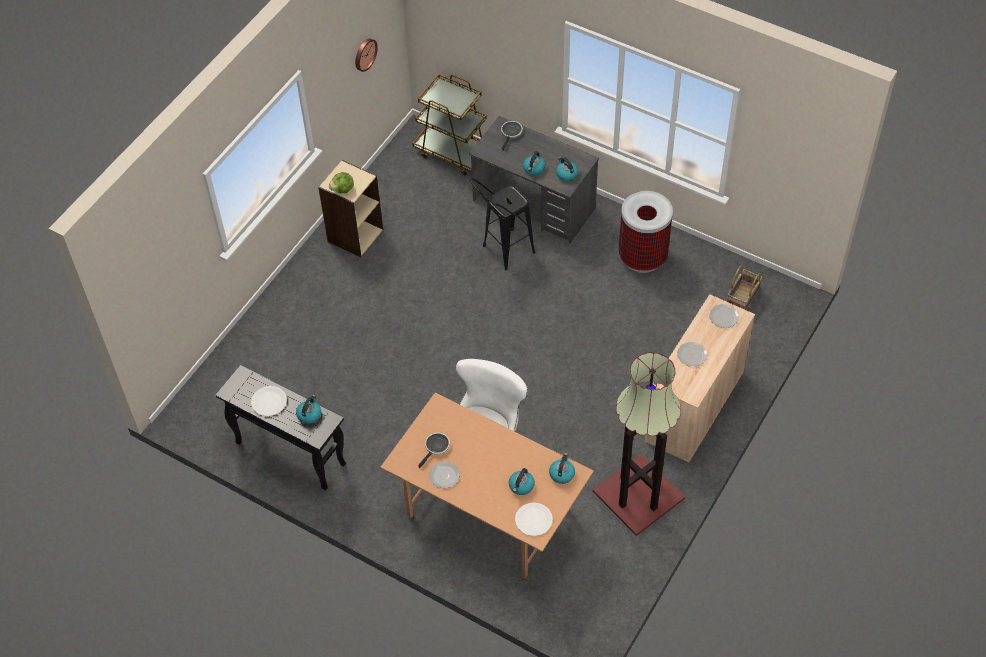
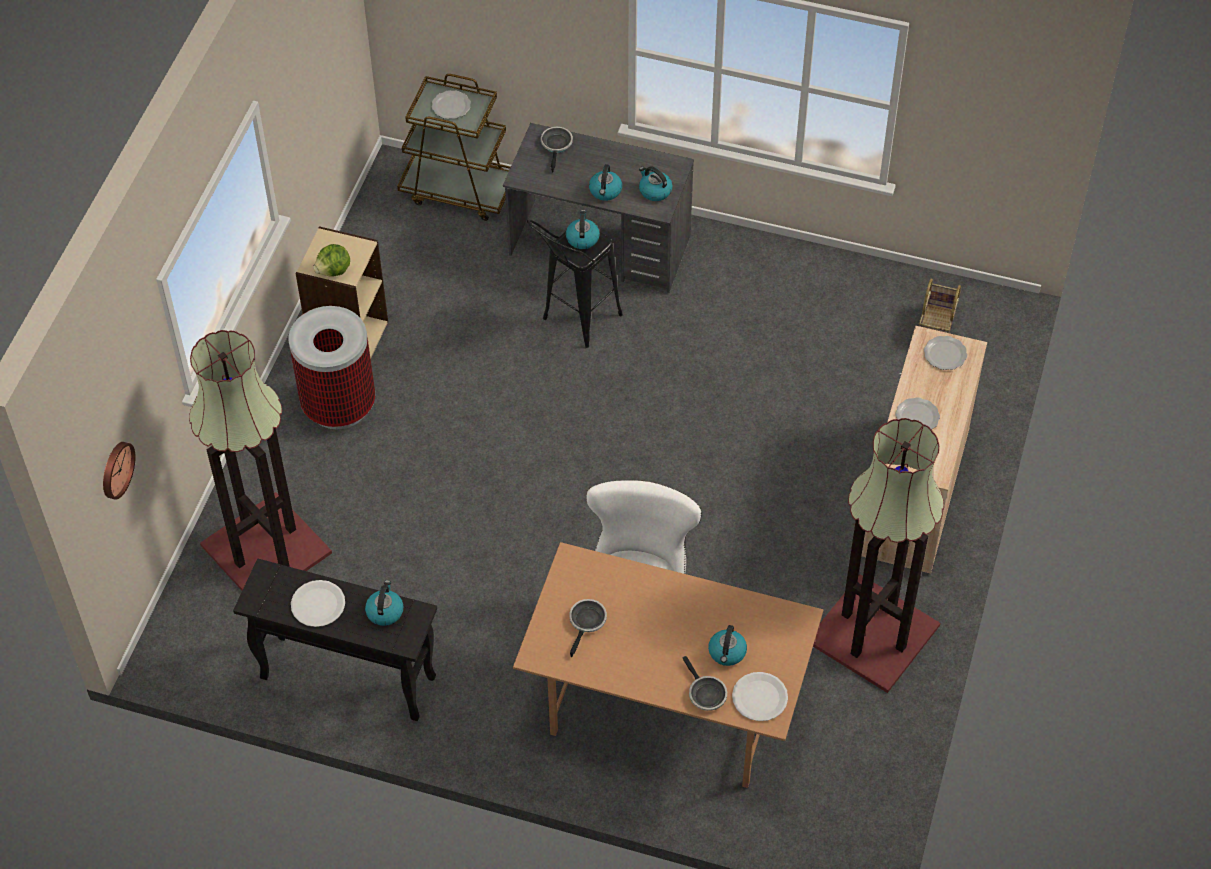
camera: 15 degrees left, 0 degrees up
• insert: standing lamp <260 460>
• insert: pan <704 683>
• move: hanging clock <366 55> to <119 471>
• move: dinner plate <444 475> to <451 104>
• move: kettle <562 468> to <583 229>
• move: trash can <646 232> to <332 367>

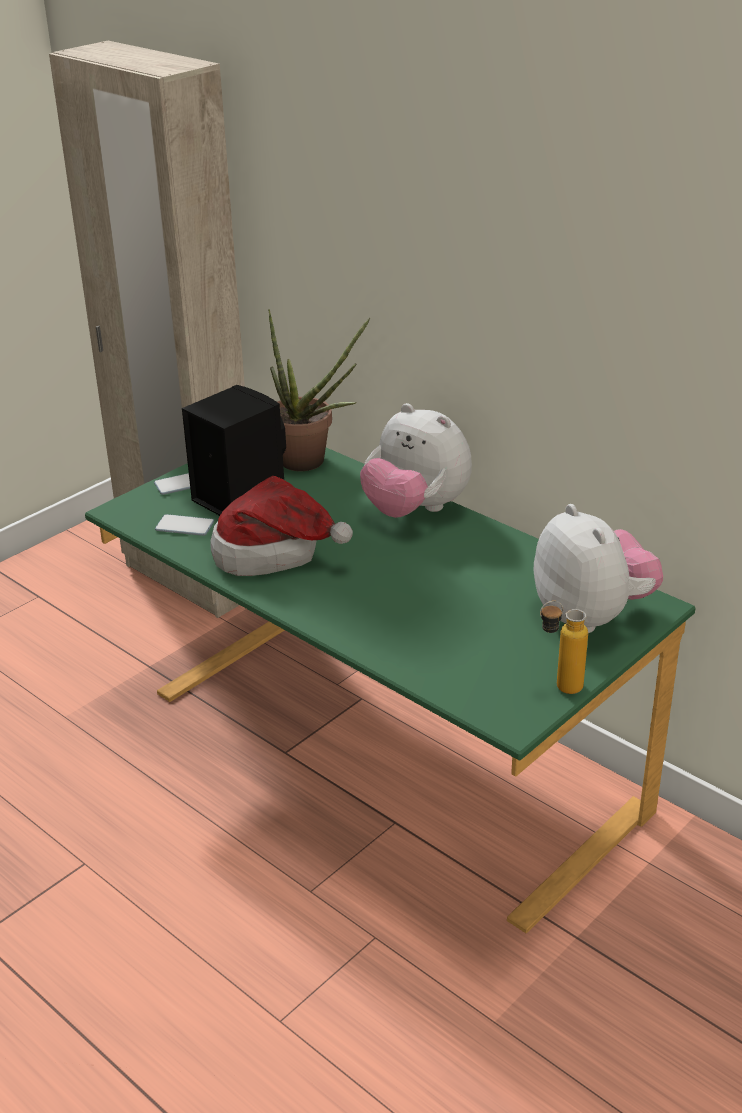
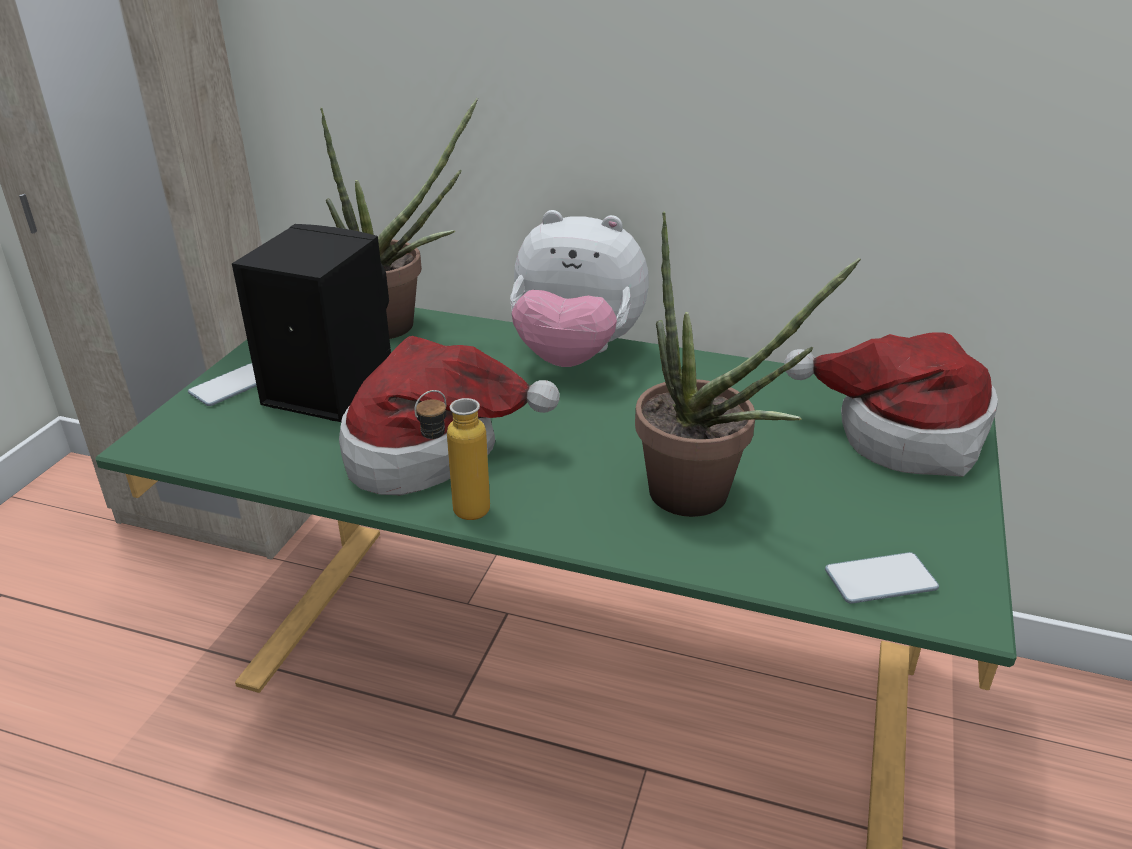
camera: 25 degrees left, 0 degrees up
• insert: houseplant <748 364>
• move: handset <184 525> to <882 578>
• move: bottle <564 647> to <452 455>
• replace: soft toy <598 568> to hat <891 404>

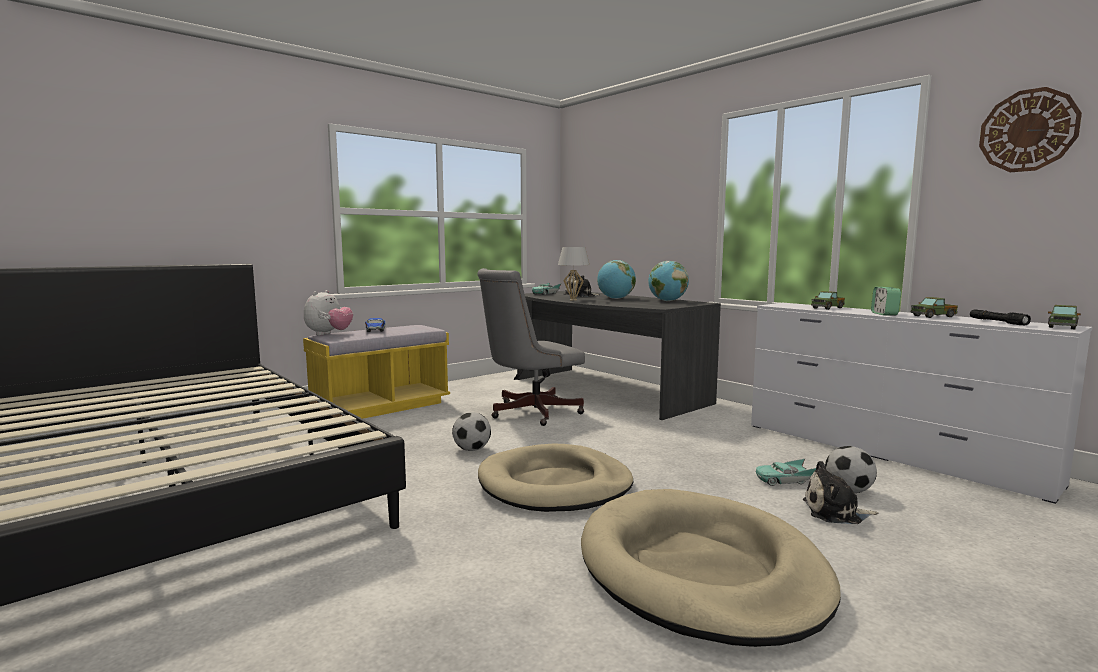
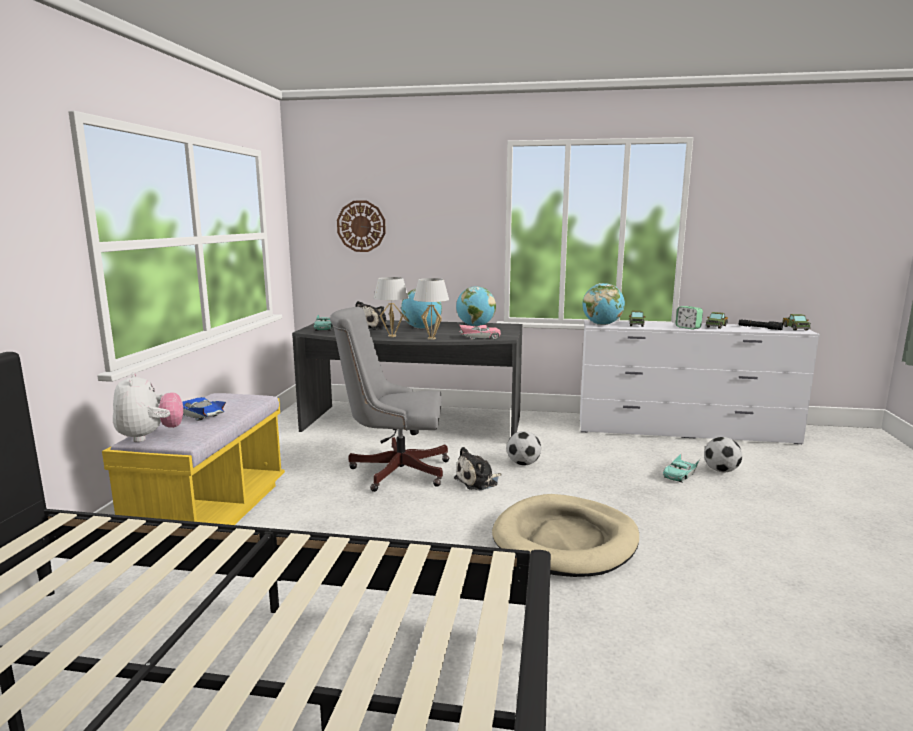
camera: 40 degrees left, 5 degrees up
• delete: dog cushion (sand-coloured) <711 568>
• insert: lamp for a table (white) <431 309>
• insert: toy car (pinkish) <480 332>
• insert: globe <604 304>
• move: ball for football <471 431> to <524 448>
• move: soft toy <840 492> to <478 469>
• move: hanging clock <1030 129> to <361 226>
• rotate: office chair (gray) <531 347> = <389 399> 75 degrees clockwise

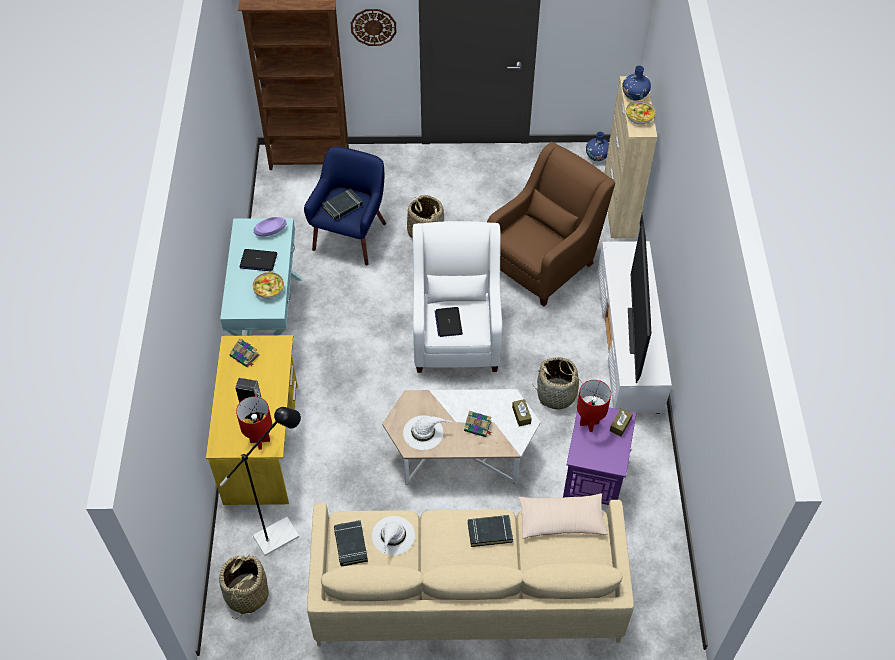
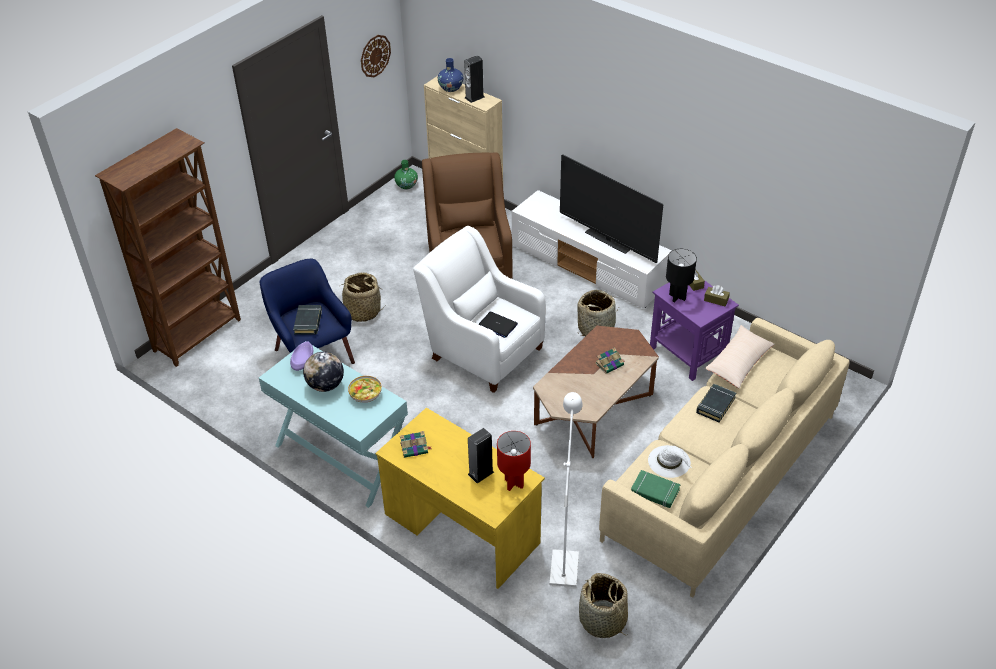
camera: 50 degrees left, 10 degrees down
• delete: hat (white) <427 432>
• move: hanging clock <374 27> to <376 56>
• move: tissue box (brown) <522 412> to <717 295>
• replace: laptop <258 260> to globe <323 372>
• replace: serving bowl <641 113> to audio speaker <474 79>
• recolor: standing lamp (black) <260 481> to standing lamp (white) <566 489>
• recolor: volume (black) <351 543> to volume (green) <655 489>
• recolor: lounge table (white) <461 437> to lounge table (brown) <596 392>
• recolor: lamp for a table (reddish) <594 406> to lamp for a table (black) <681 275>
• recolor: decorative vase (bluish) <597 146> to decorative vase (green) <406 175>

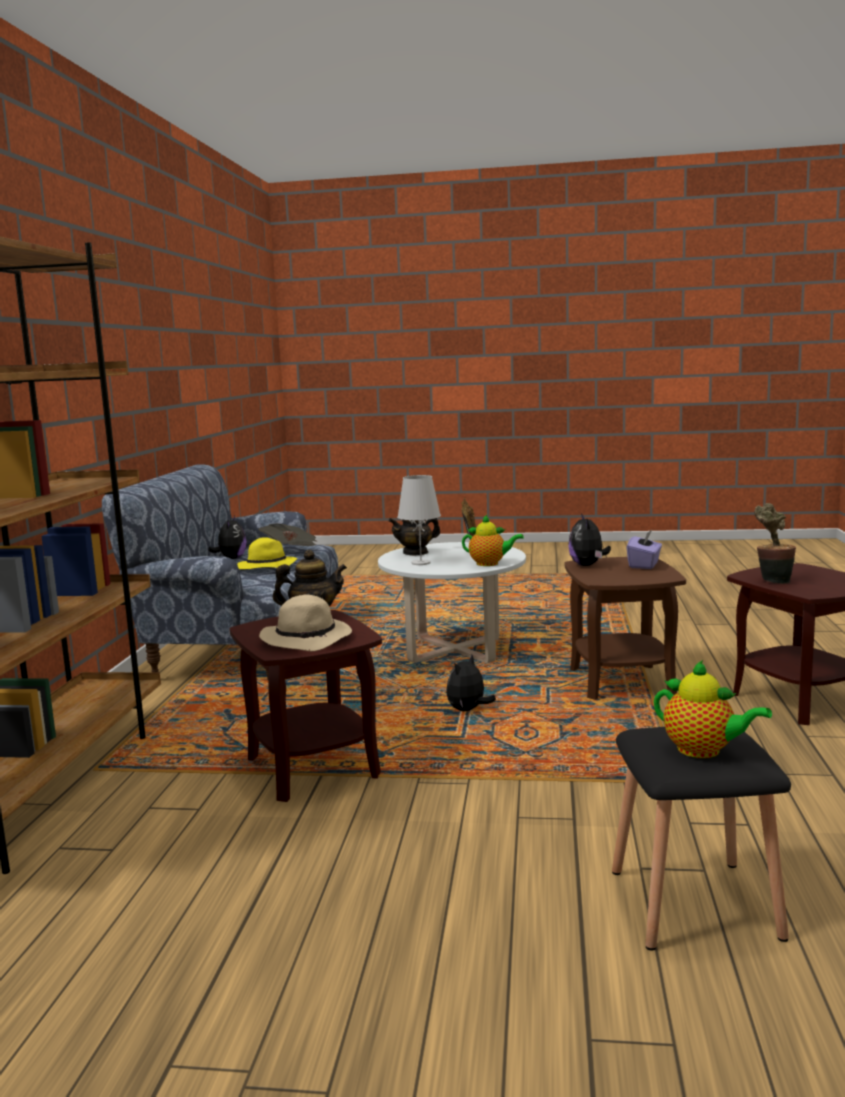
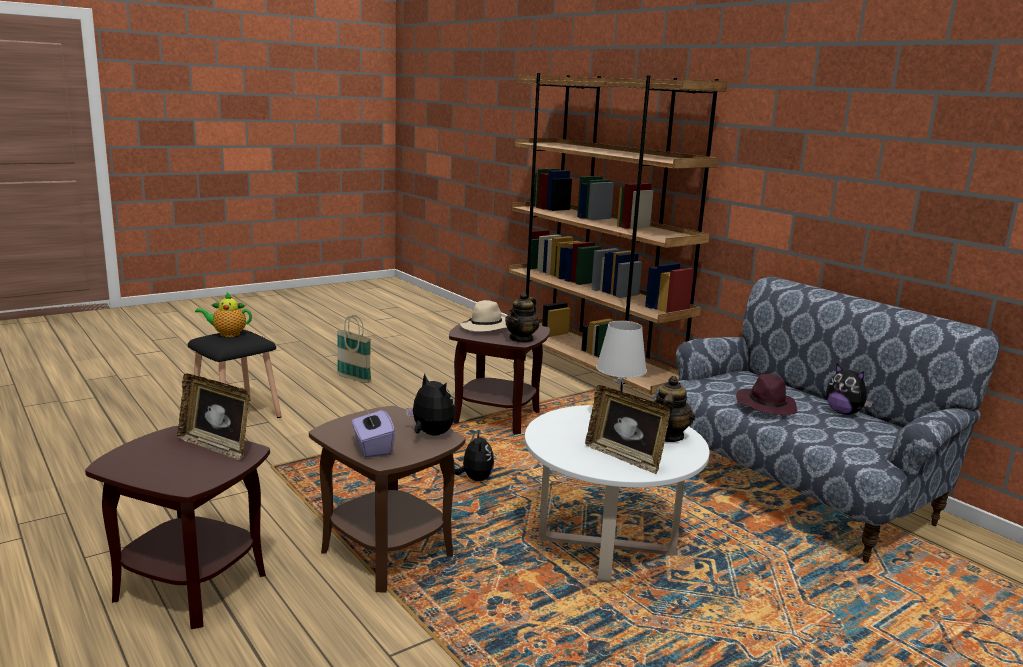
camera: 135 degrees right, 5 degrees up
• delete: daily paper <287 535>
• delete: tea pot <493 540>
• insert: household basket <354 349>
• replace: houseplant <775 543> to standing frame <213 417>
• recolor: hat (yellowish) <267 553> to hat (purple) <767 394>

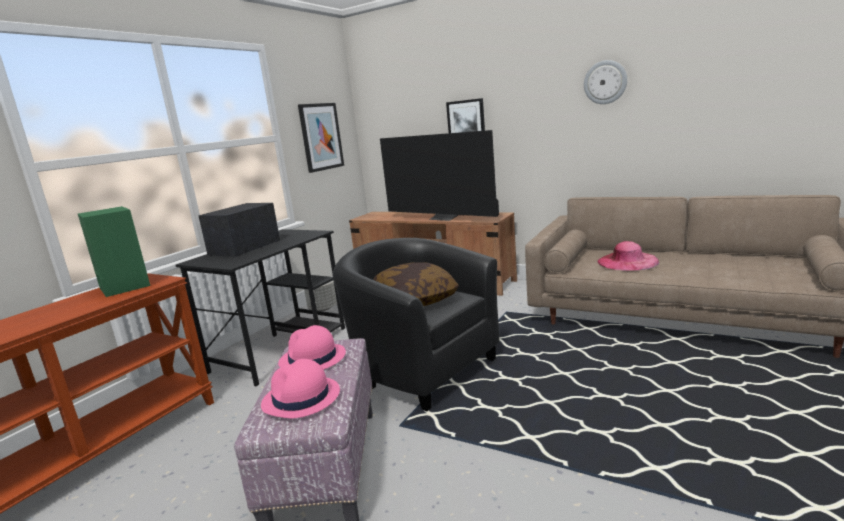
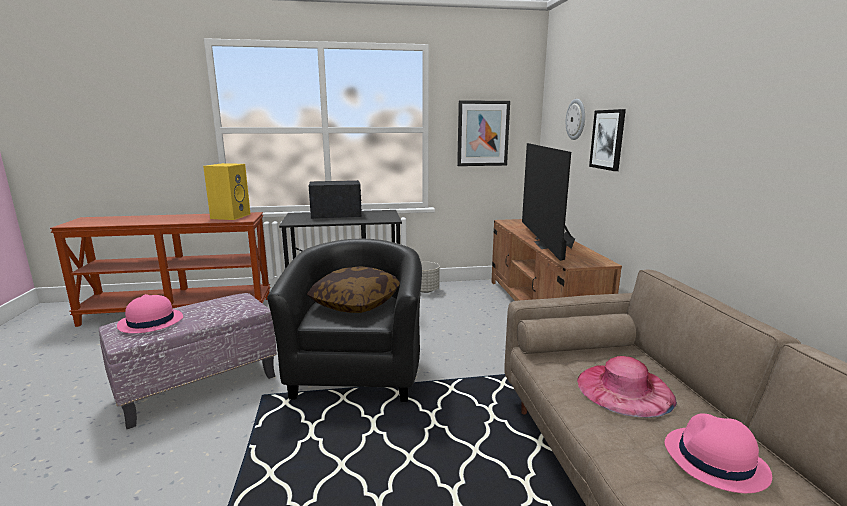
camera: 50 degrees right, 0 degrees up
• move: hat (pinkish) <312 347> to <718 453>
• move: hanging clock <605 82> to <575 119>
• recolor: audio speaker (green) <114 251> to audio speaker (yellowish) <227 191>

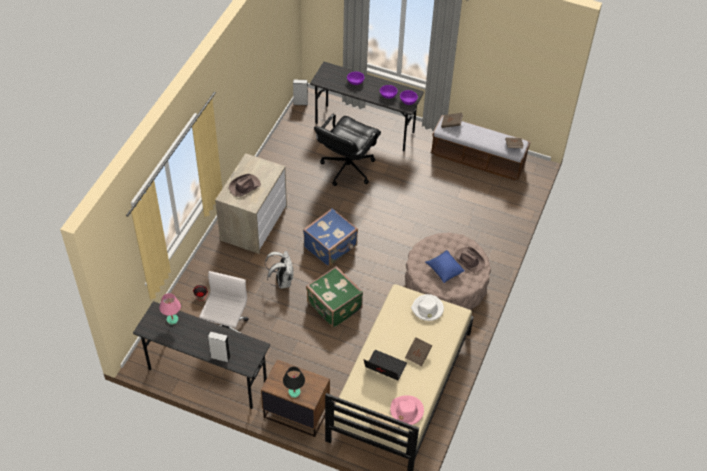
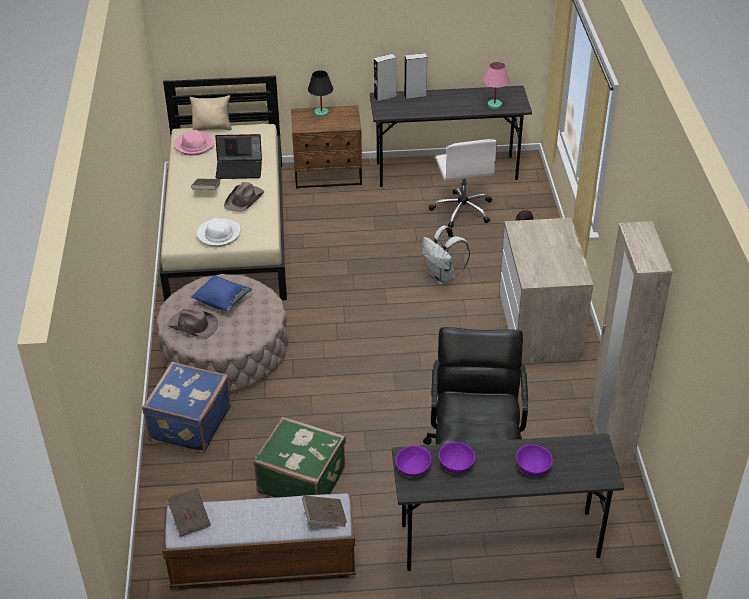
camera: 155 degrees right, 10 degrees down
• insert: wardrobe (sand-coloured) <631 343>
• move: hat (brown) <245 185> to <244 197>
• move: audio speaker (gray) <300 92> to <385 78>
• move: piece of luggage (bluish) <330 237> to <186 407>
• move: piece of luggage (green) <334 297> to <299 457>

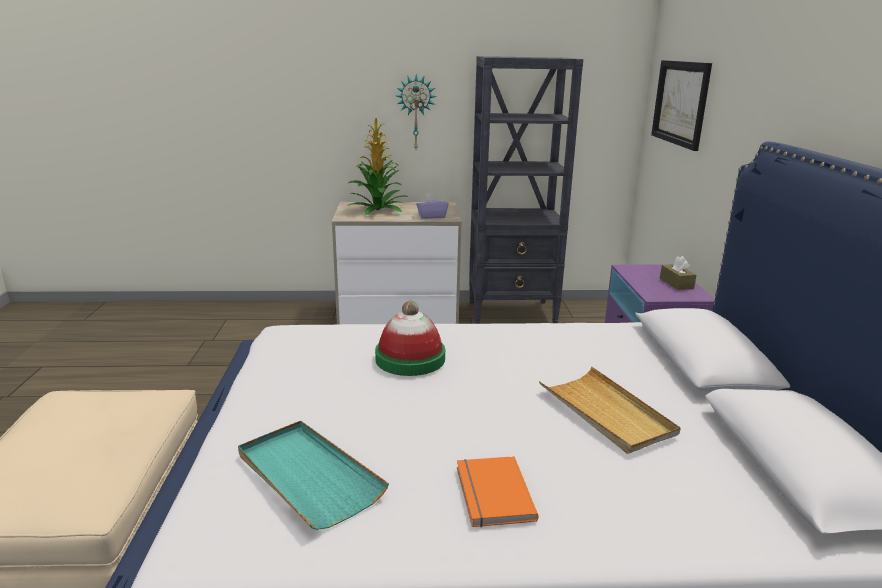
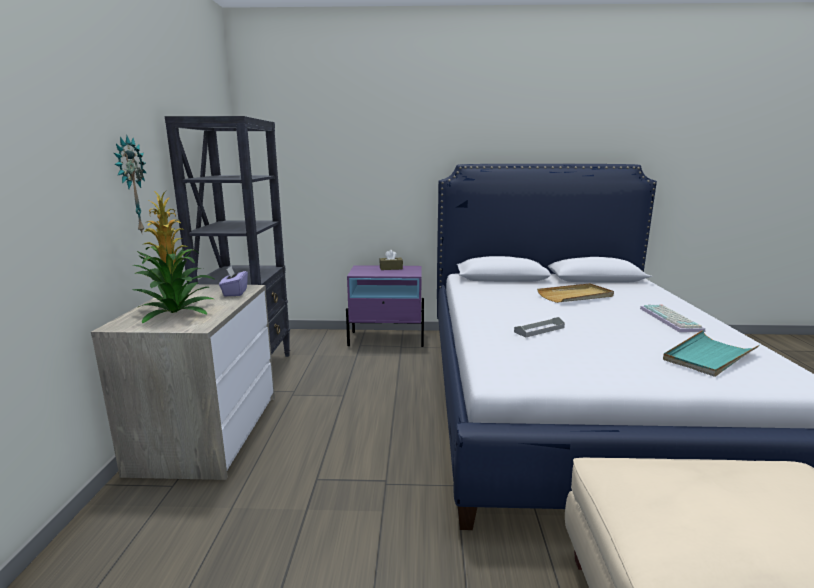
camera: 85 degrees left, 5 degrees down
• delete: wall art <681 105>
• replace: hat <410 338> to carrying tray (gray) <539 327>
• replace: volume (orangey) <498 491> to PC keyboard <672 319>

